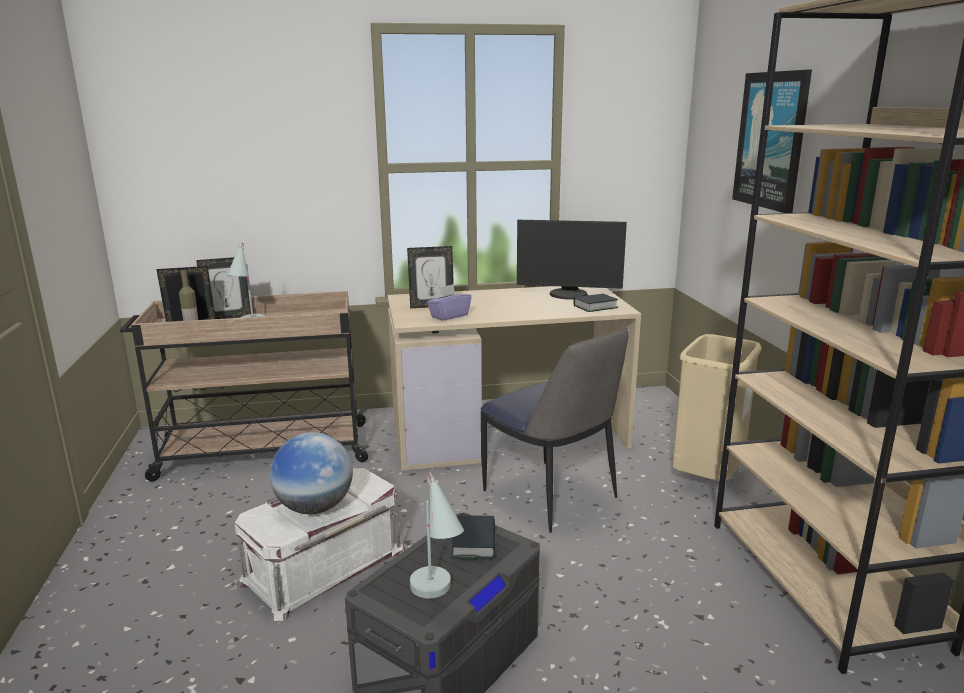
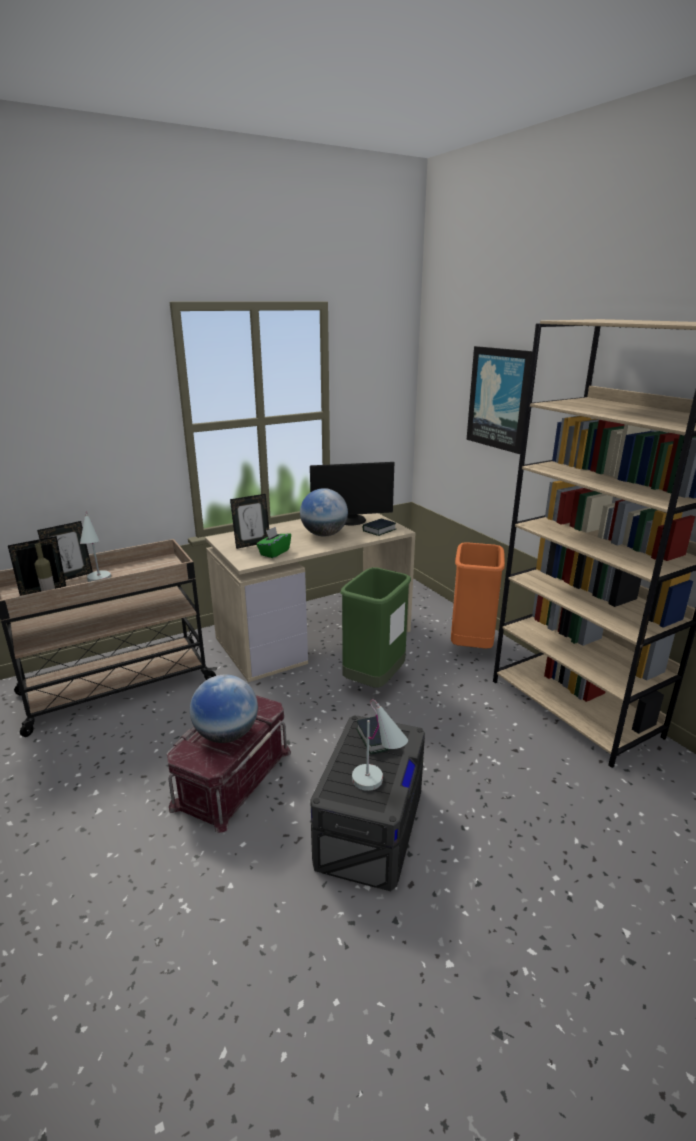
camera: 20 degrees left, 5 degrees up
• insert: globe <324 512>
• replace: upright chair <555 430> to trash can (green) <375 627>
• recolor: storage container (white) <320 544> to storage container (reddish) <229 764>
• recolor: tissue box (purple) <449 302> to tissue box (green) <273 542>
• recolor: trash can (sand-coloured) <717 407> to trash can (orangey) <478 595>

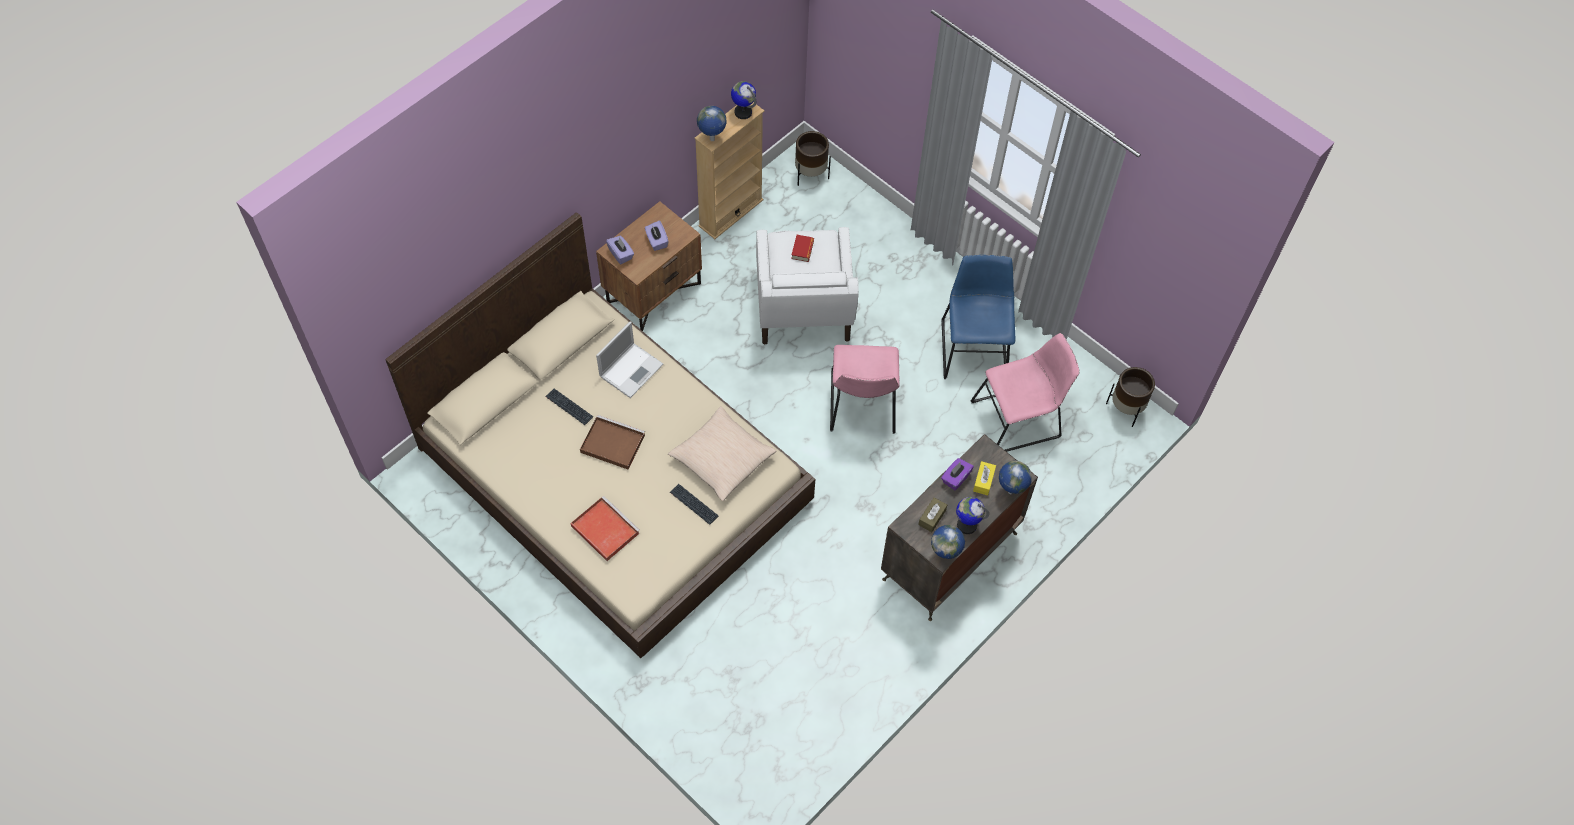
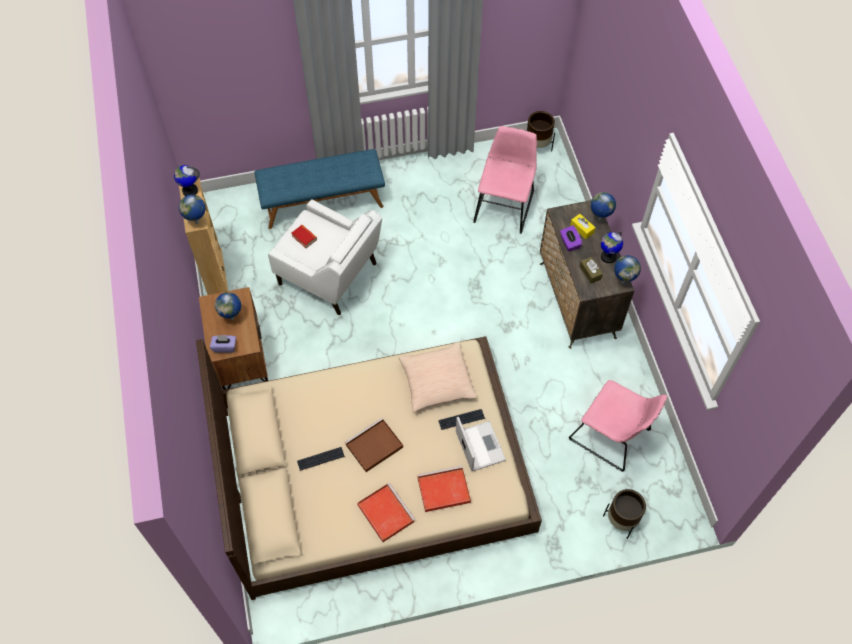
camera: 55 degrees left, 0 degrees up
• delete: upright chair (bluish) <978 317>
• insert: bench (bluish) <319 189>
• insert: carrying tray (reddish) <386 512>
• move: laptop <629 360> to <481 444>
• move: flower pot (brown) <813 158> to <624 514>
• move: upright chair (pinkish) <865 389> to <618 426>
• replace: tissue box (purple) <657 235> to globe <228 306>

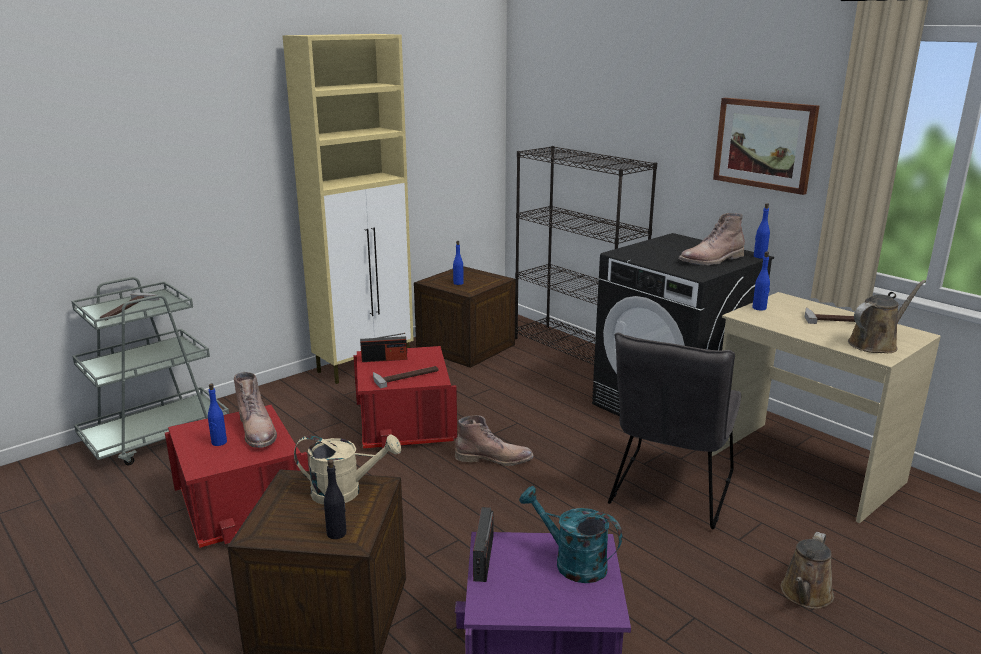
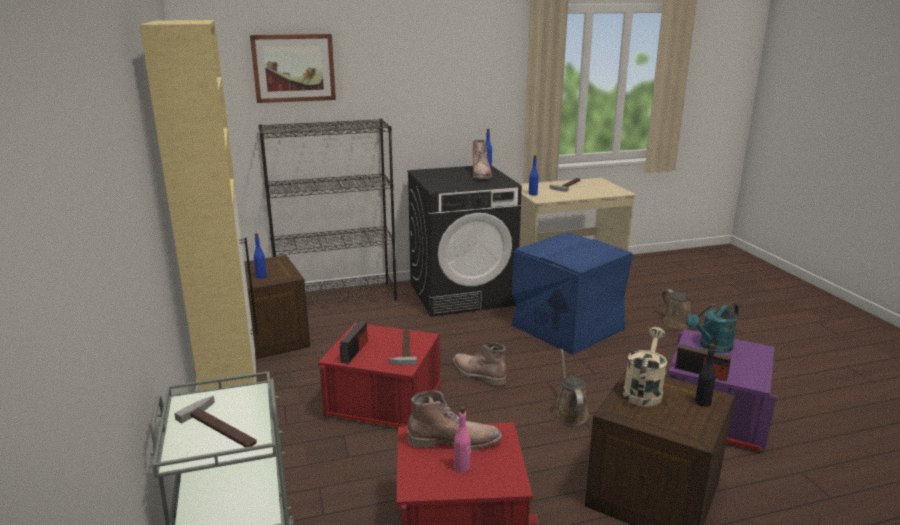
camera: 65 degrees left, 0 degrees up
• move: wall art <766 146> to <293 68>
• move: sprinkling can (brown) <887 316> to <571 387>
• replace: upright chair (gray) <674 431> to storage container (bluish) <572 293>
• recolor: bottle (bluish) <217 415> to bottle (pinkish) <462 439>
• rotate: boot (brown) <494 440> = <480 364> 75 degrees counterclockwise

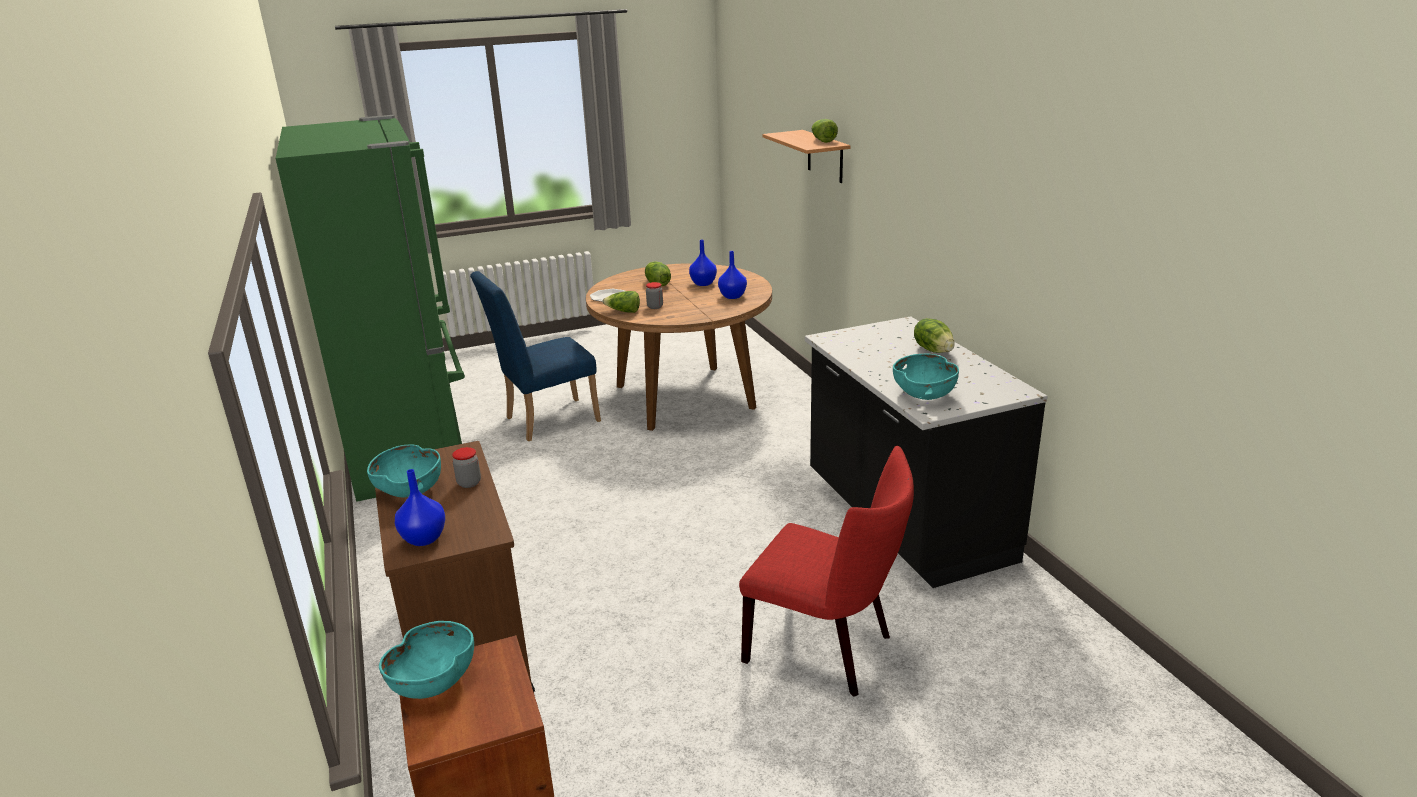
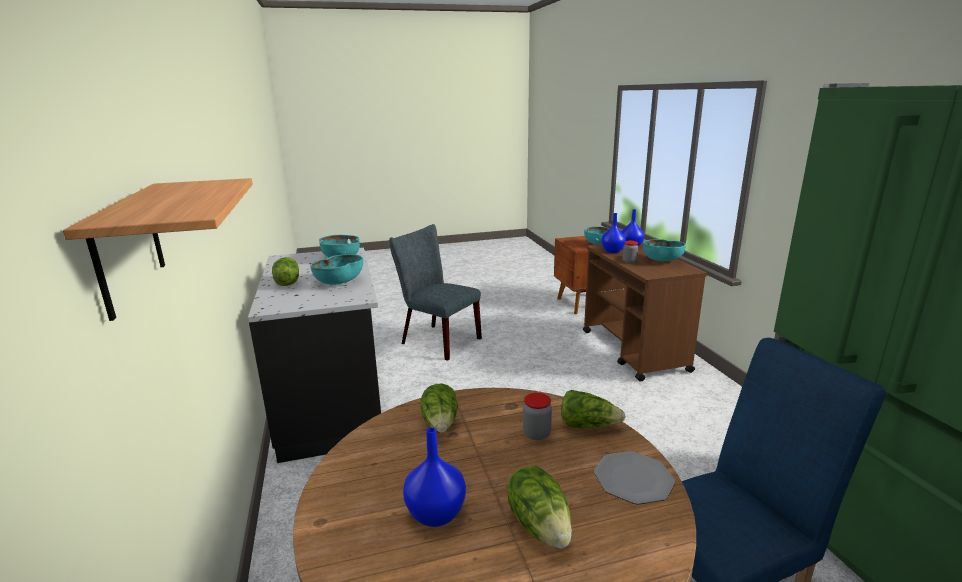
camera: 175 degrees left, 5 degrees down
• insert: serving bowl (turquoise-coloured) <336 269>
• move: decorative vase (bluish) <732 275> to <613 233>
• move: lettuce head <825 131> to <439 408>
• recolor: upright chair (reddish) <826 571> to upright chair (gray) <435 292>

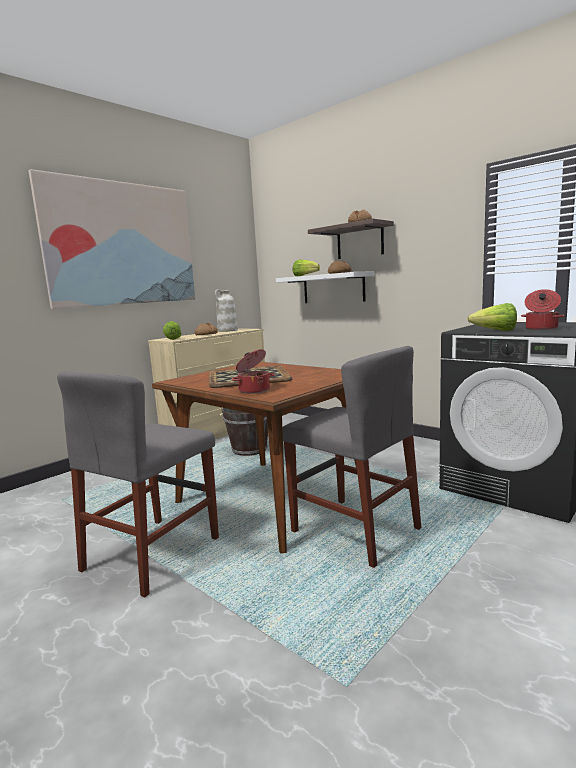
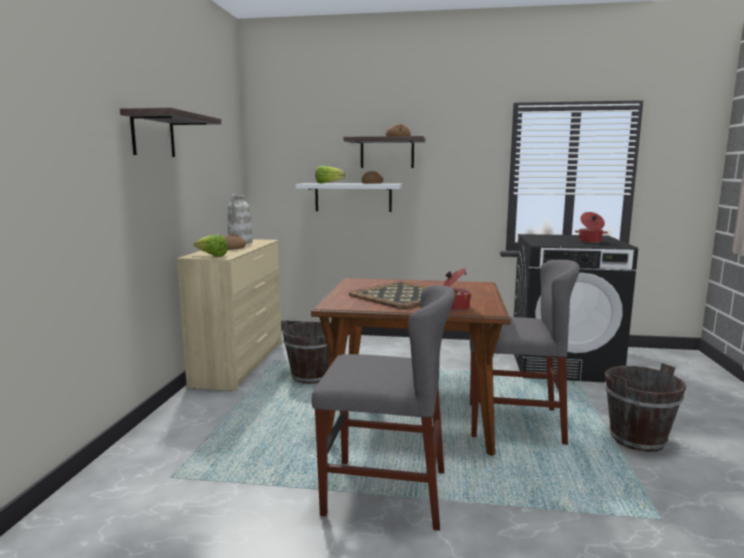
camera: 35 degrees left, 0 degrees up
• delete: lettuce head <492 317>
• insert: pail (brown) <645 407>
• replace: wall art <111 239> to bracket shelf <170 132>
• rotate: upright chair (gray) <138 484> = <383 408> 75 degrees counterclockwise

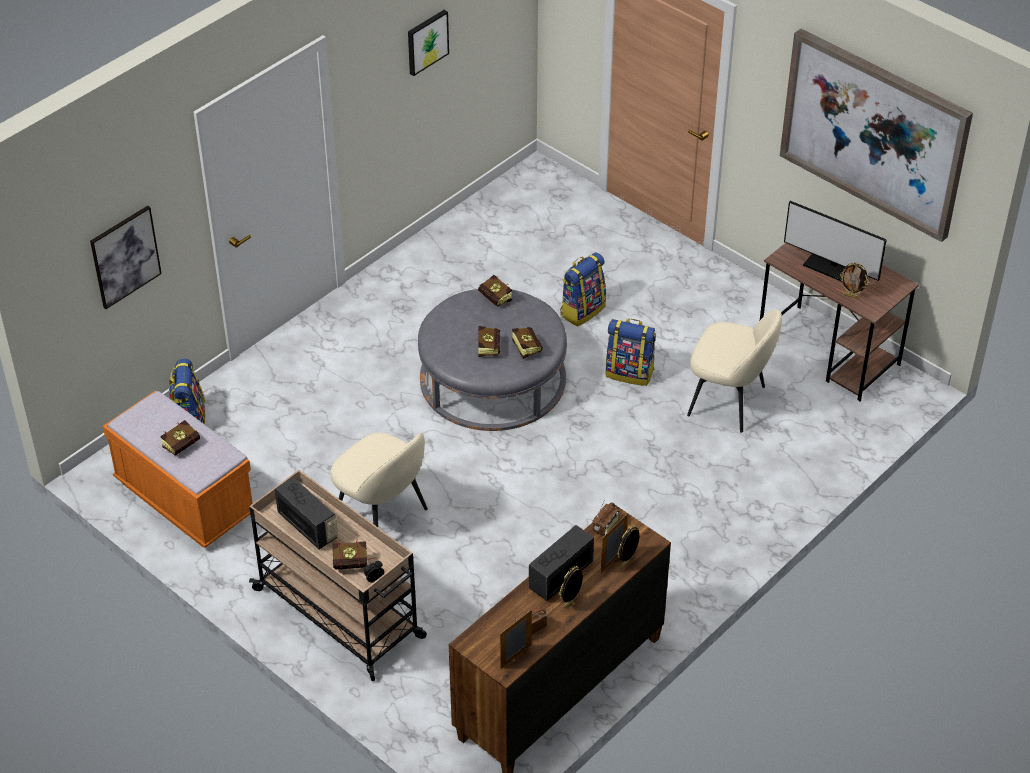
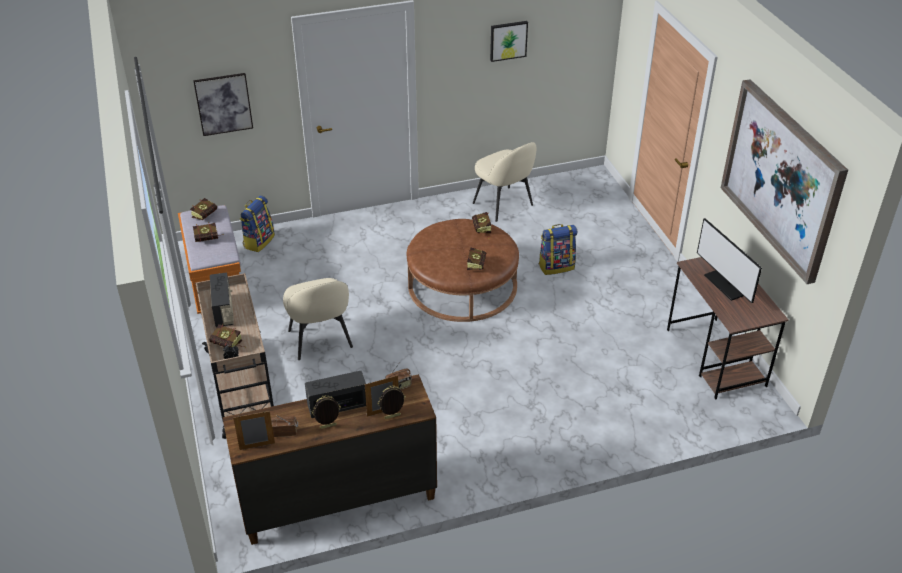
camera: 30 degrees right, 5 degrees down
• delete: knapsack <631 352>
• delete: standing frame <854 280>
• move: volume <488 341> to <203 209>
• move: upright chair (sand-coloured) <734 371> to <504 182>
• recolor: pouffe (gray) <492 360> to pouffe (brown) <463 270>

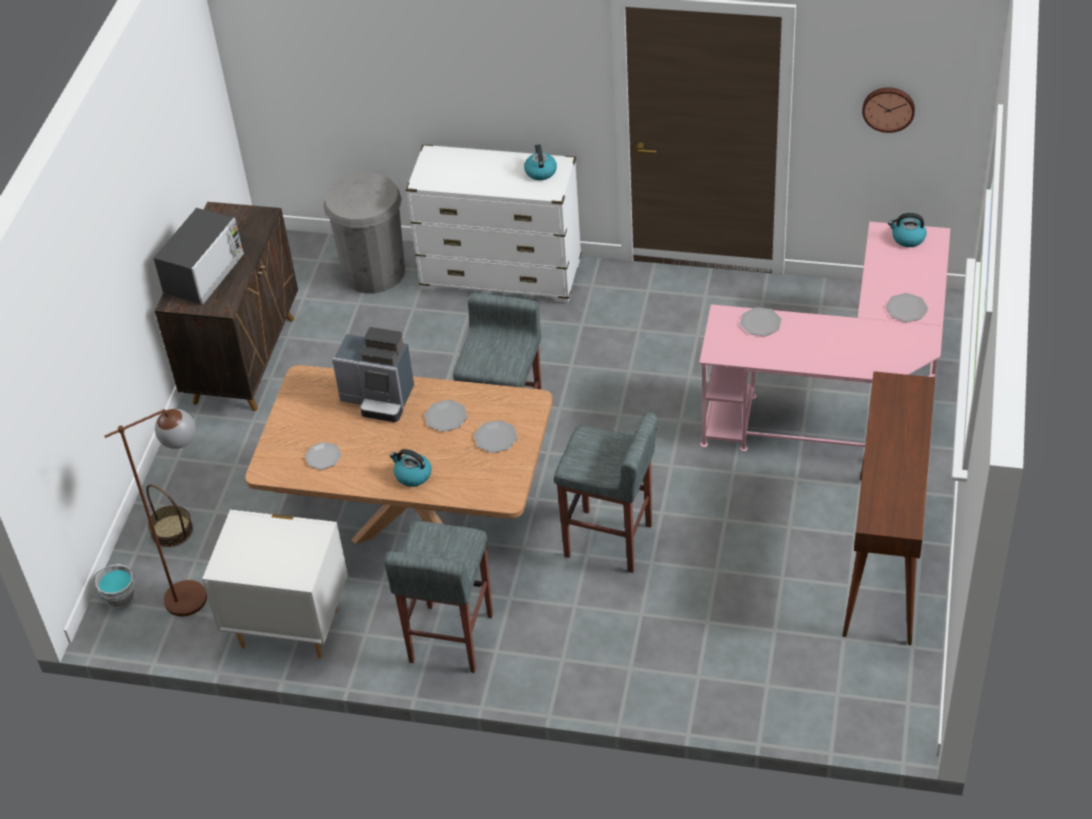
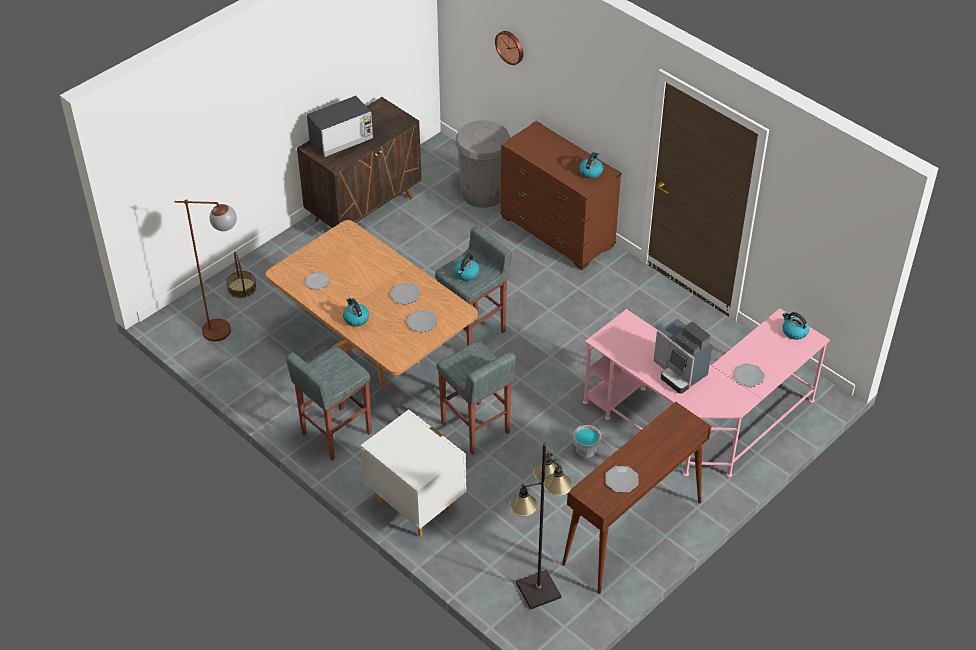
camera: 30 degrees right, 0 degrees up
• insert: kettle <467 267>
• insert: standing lamp (black) <540 526>
• move: pail (gray) <114 586> to <587 441>
• move: night table (white) <275 583> to <413 473>
• move: coffee brewer <373 374> to <683 356>
• move: dinner plate <761 321> to <622 479>
• move: hanging clock <888 110> to <509 48>
• recolor: chest of drawers (white) <493 223> to chest of drawers (brown) <561 195>

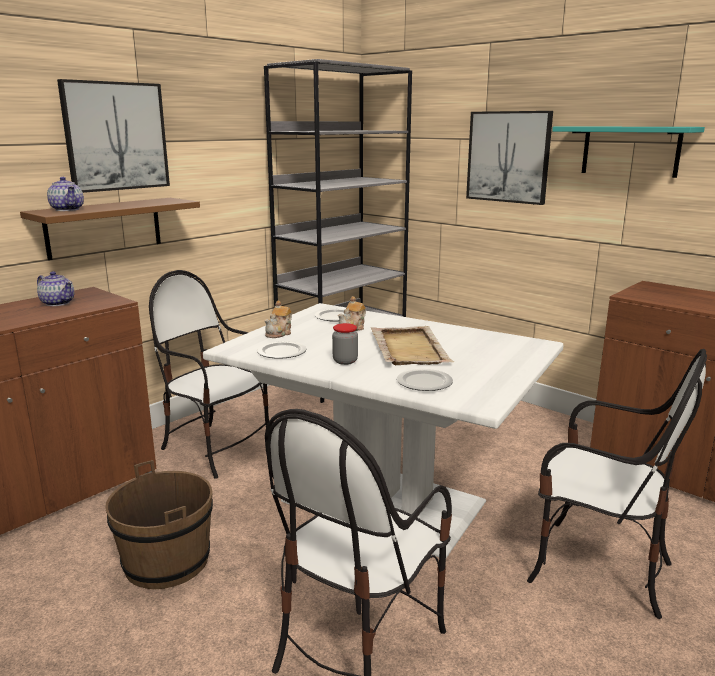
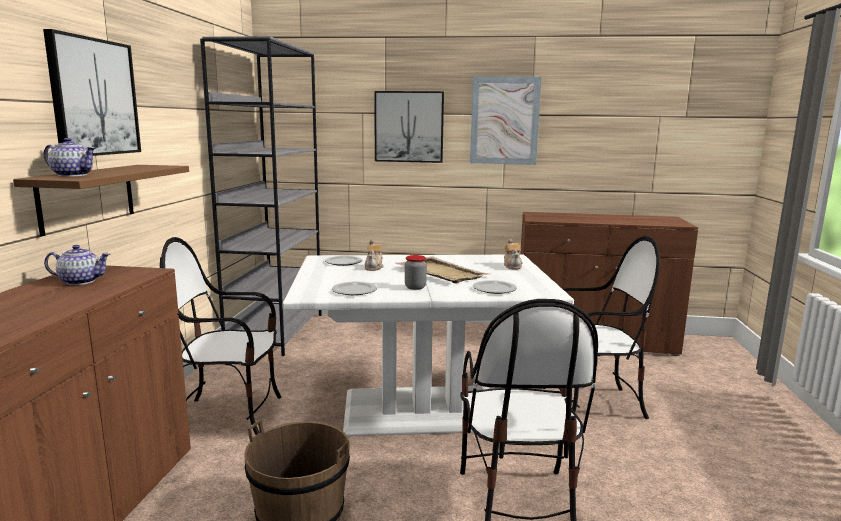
camera: 35 degrees left, 5 degrees down
• move: tea pot <278 319> to <513 254>
• replace: bracket shelf (turquoise-coloured) <628 152> to wall art <505 120>

